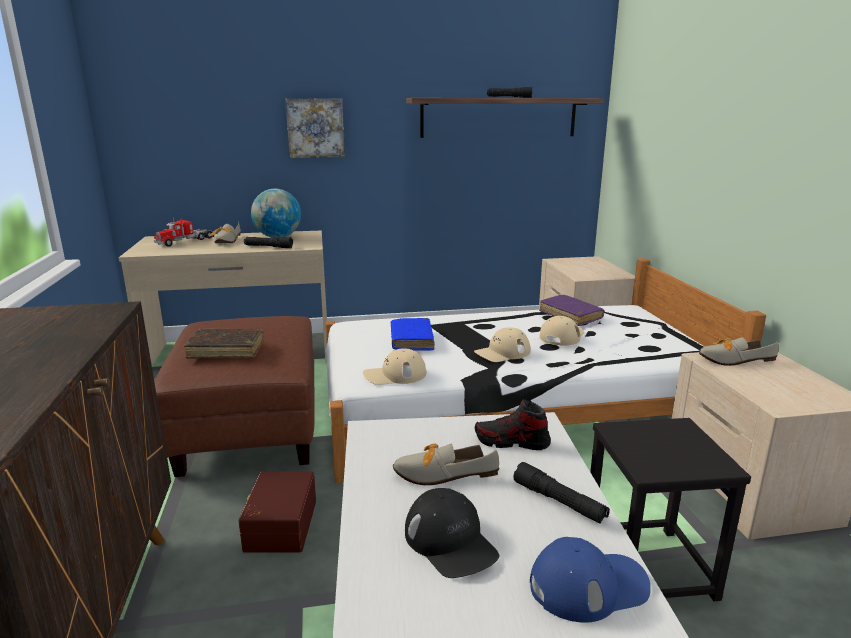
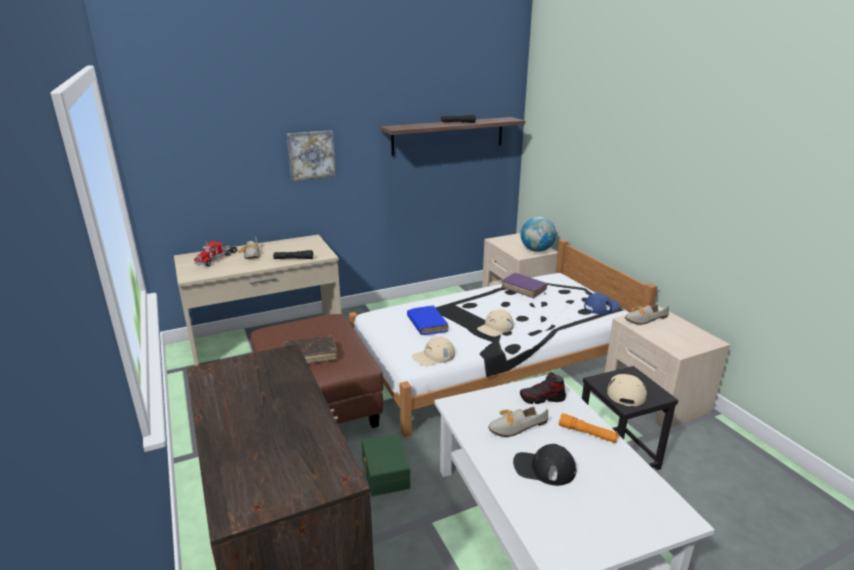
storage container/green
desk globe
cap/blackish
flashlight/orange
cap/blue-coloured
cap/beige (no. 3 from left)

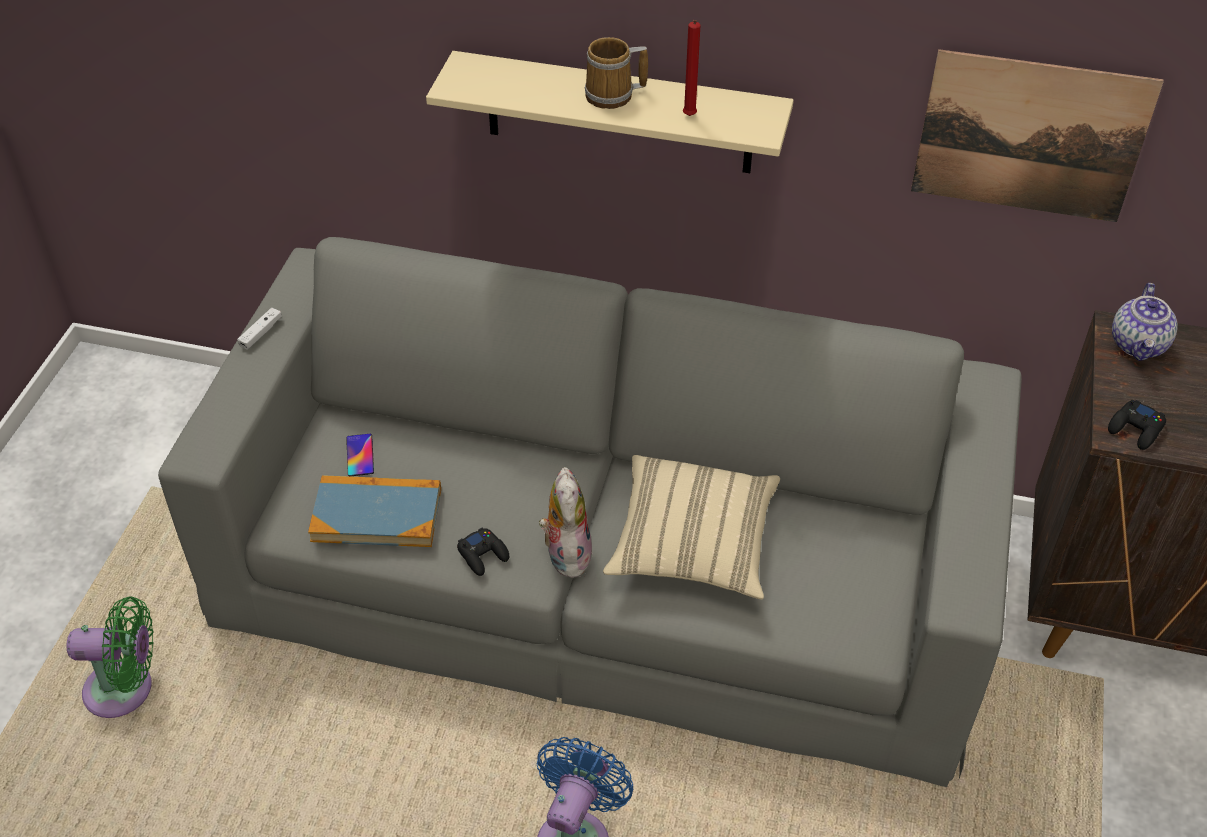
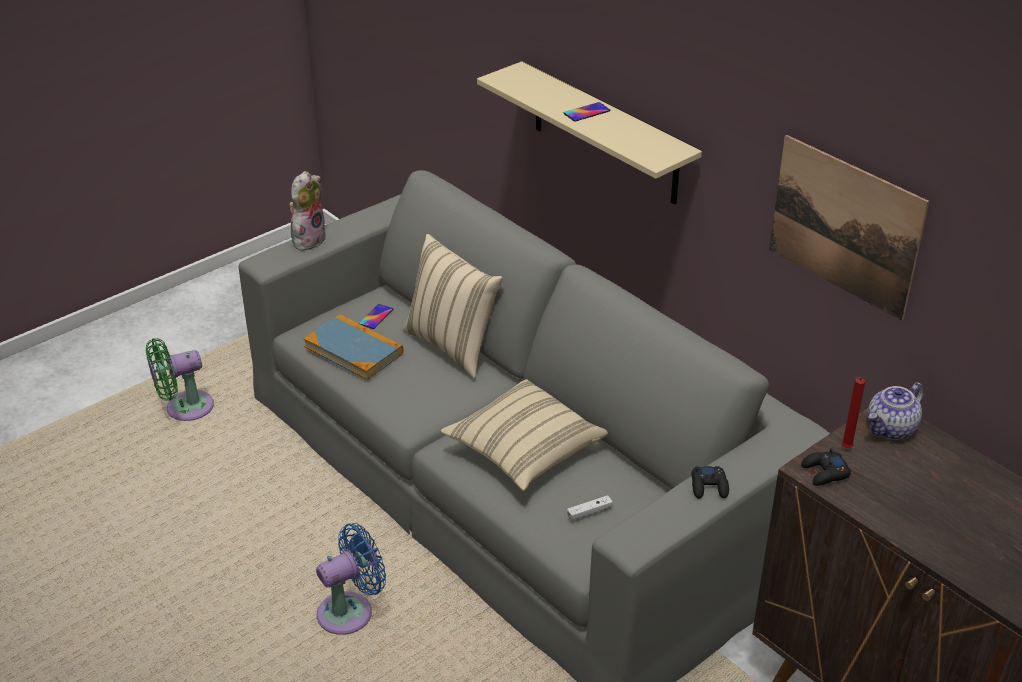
cooling fan/green
game controller/white
game controller/blackish (no. 1 from left)
soft toy
phone (no. 2 from left)
wax candle/red
throw pillow/beige (no. 1 from left)

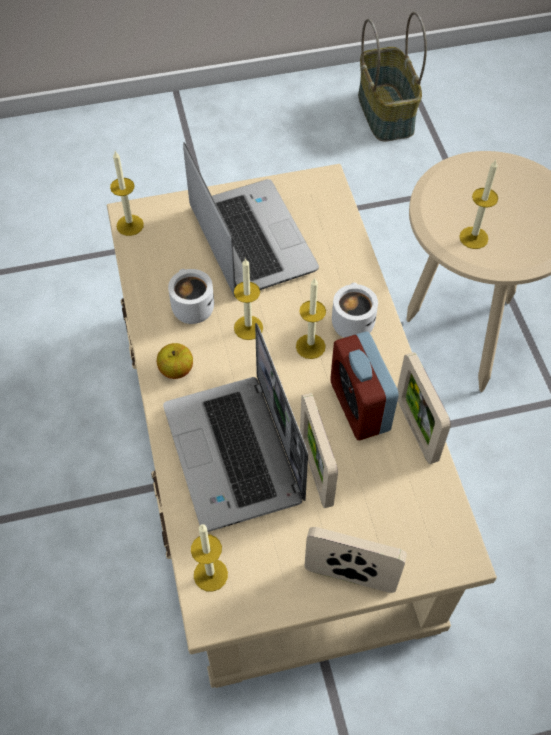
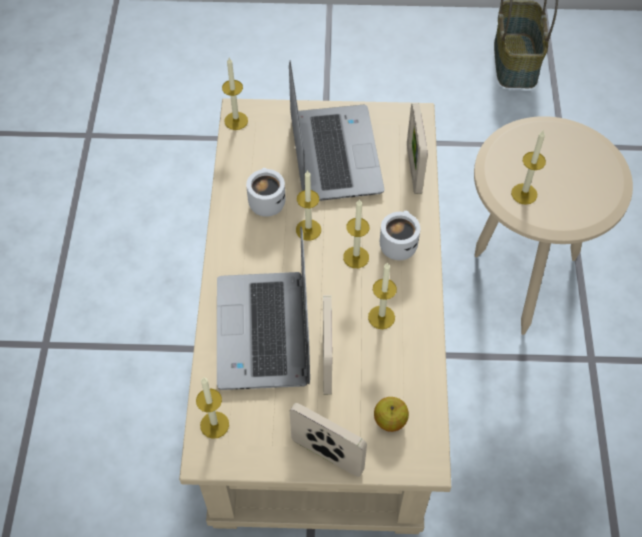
apple fruit
wax candle (no. 5 from left)
standing frame (no. 3 from left)

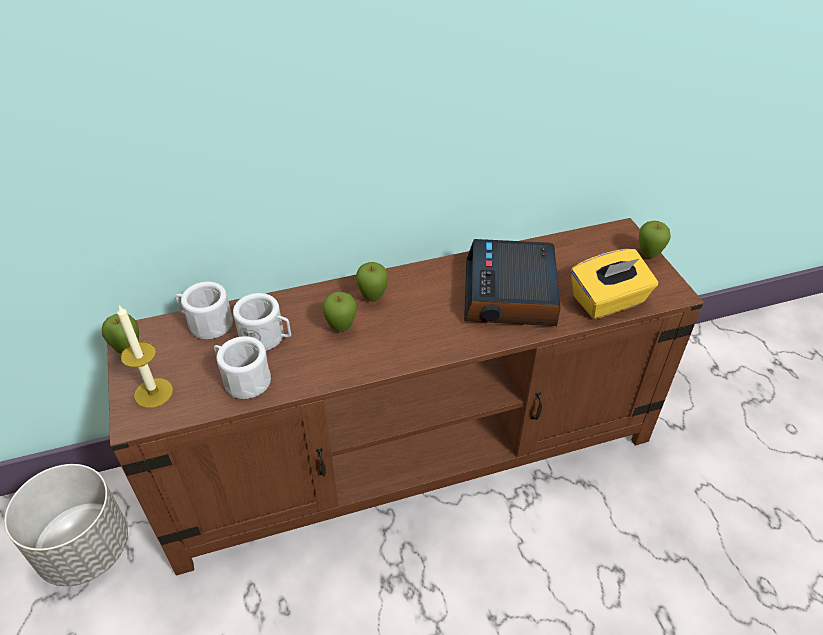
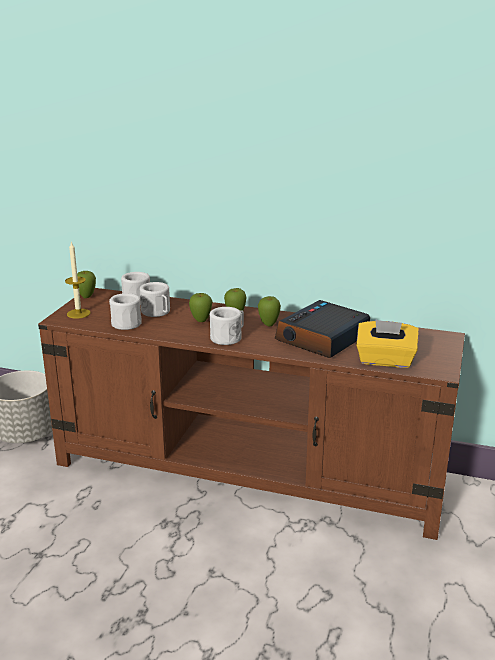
apple fruit (no. 4 from left)
tea mug/white (no. 4 from left)

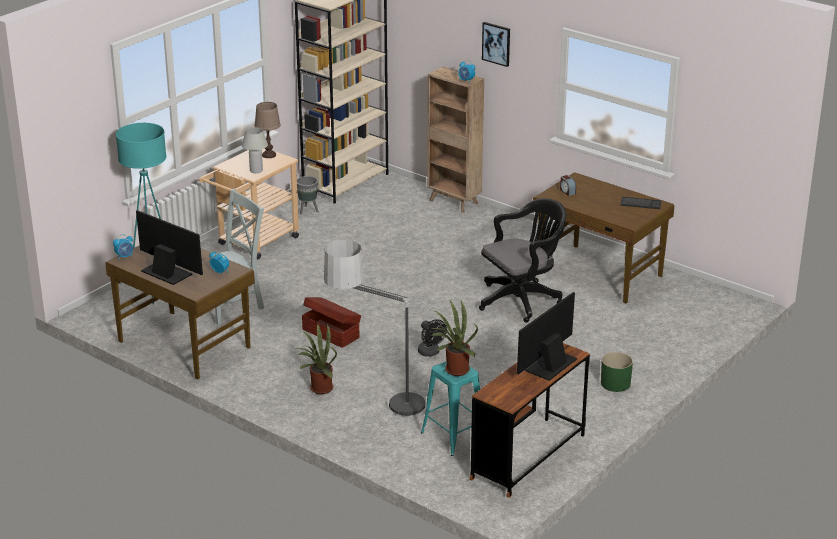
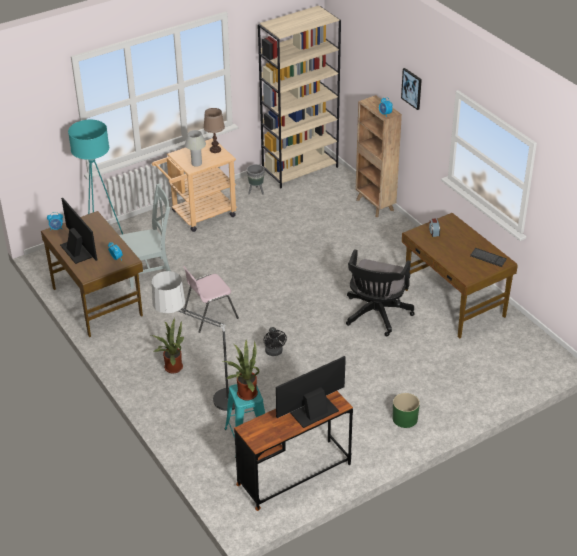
upright chair/pink
desk chair/blackish

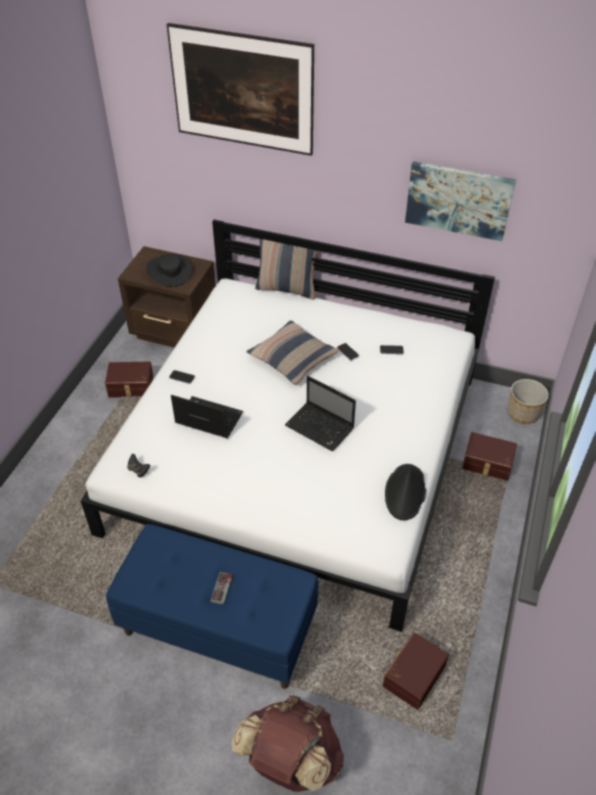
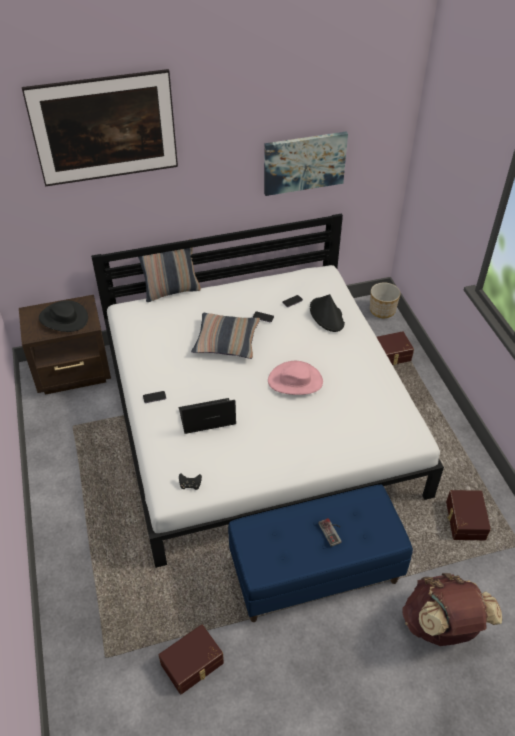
storage container/brown (no. 1 from left)
clothing hat/pink
clothing hat/blackish (no. 2 from left)

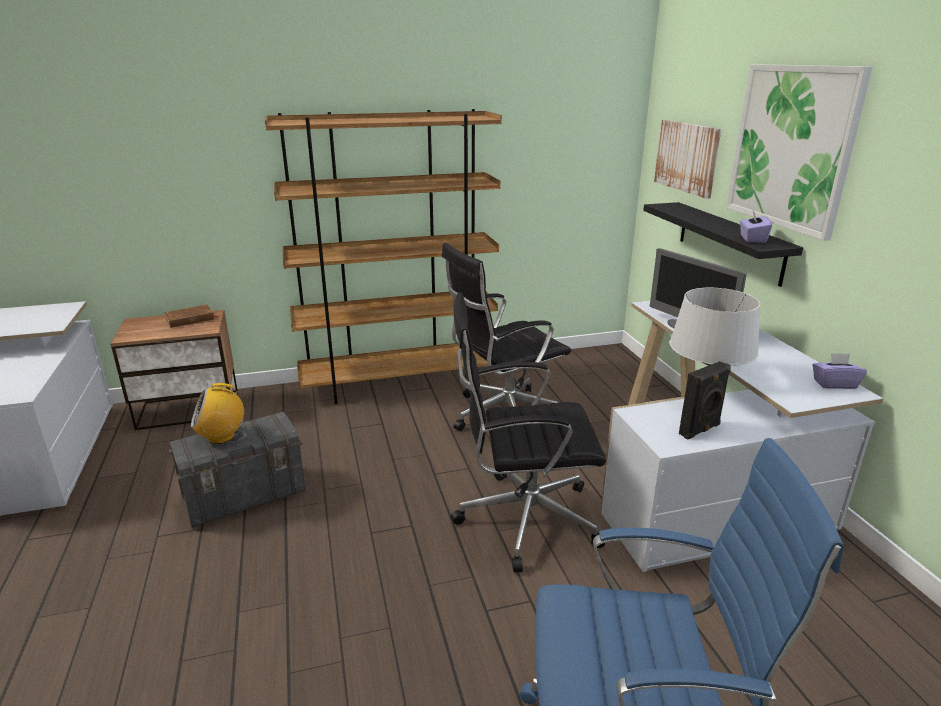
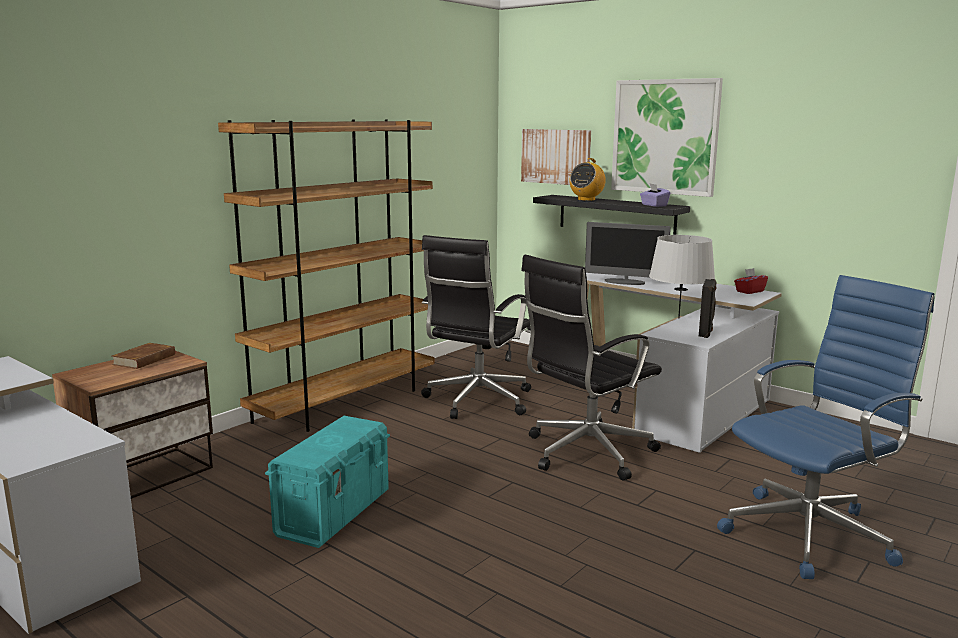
storage container/turquoise-coloured
radio receiver
tissue holder/red

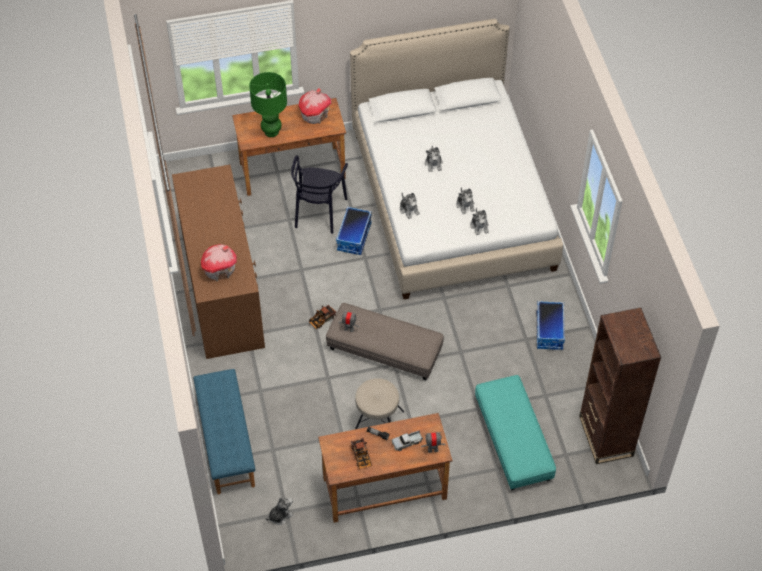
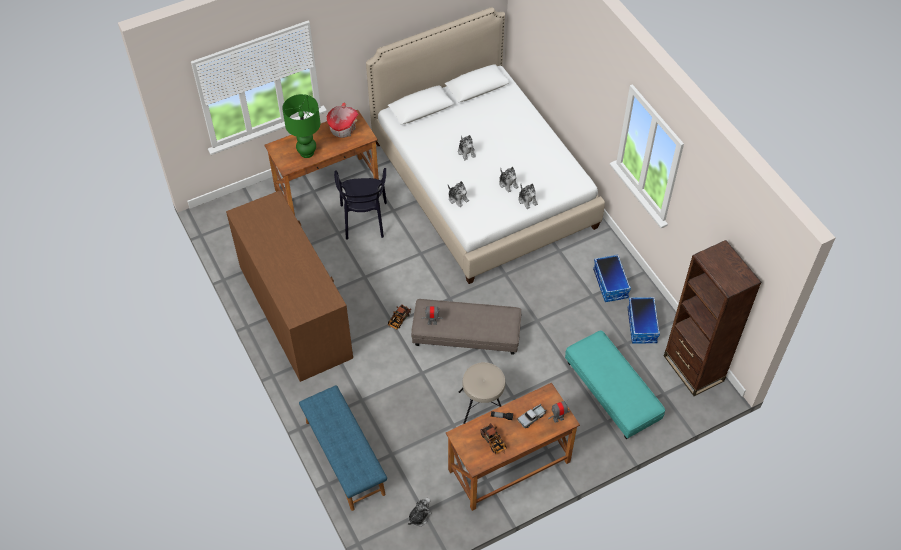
toy house (no. 1 from left in the first image)
storage container (no. 2 from left)

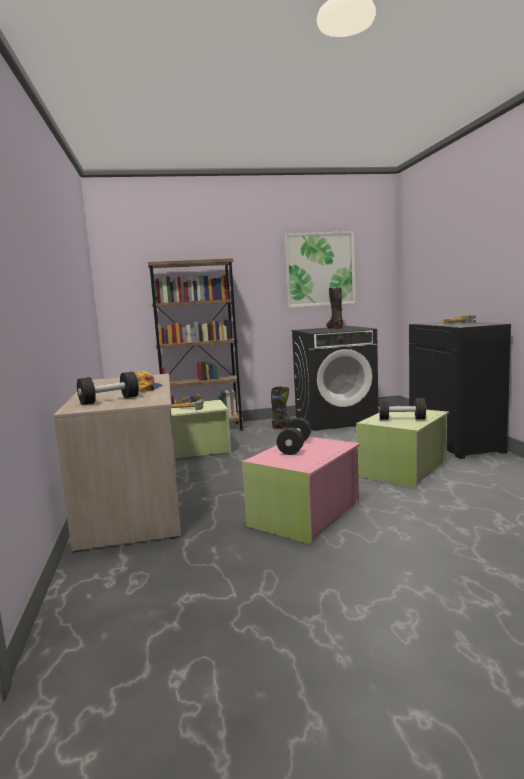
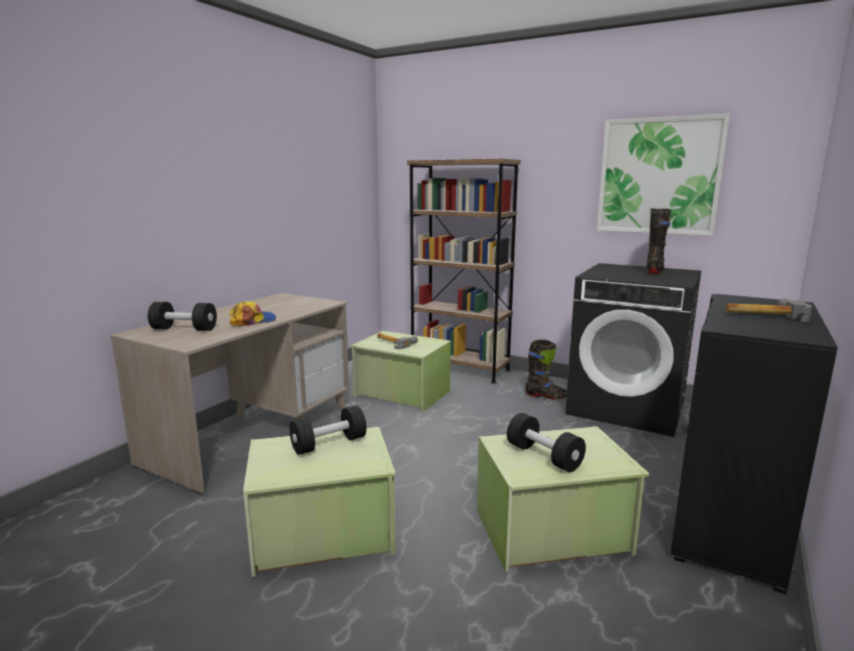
storage container/green (no. 1 from left)

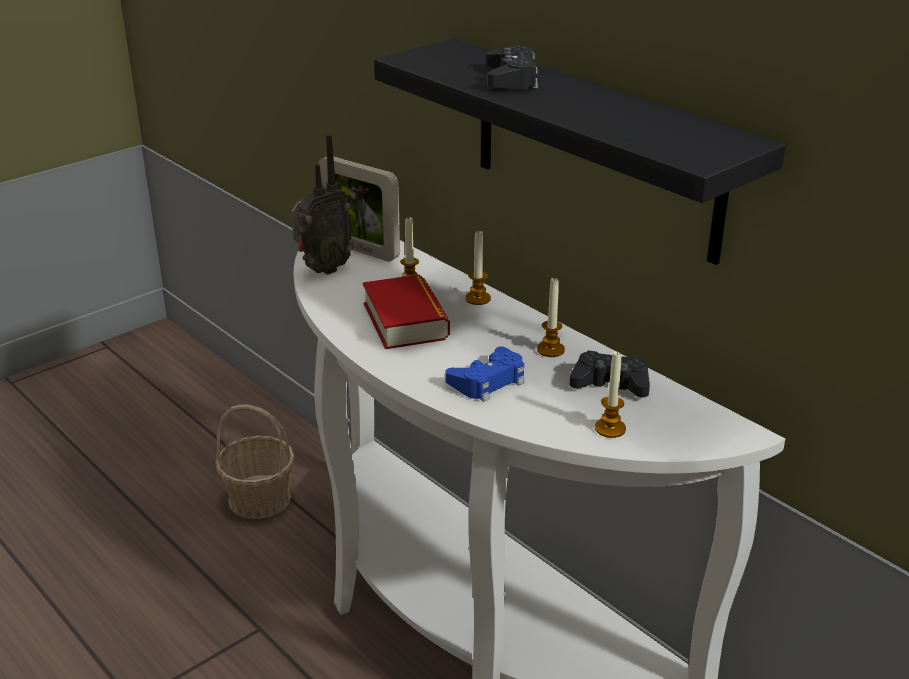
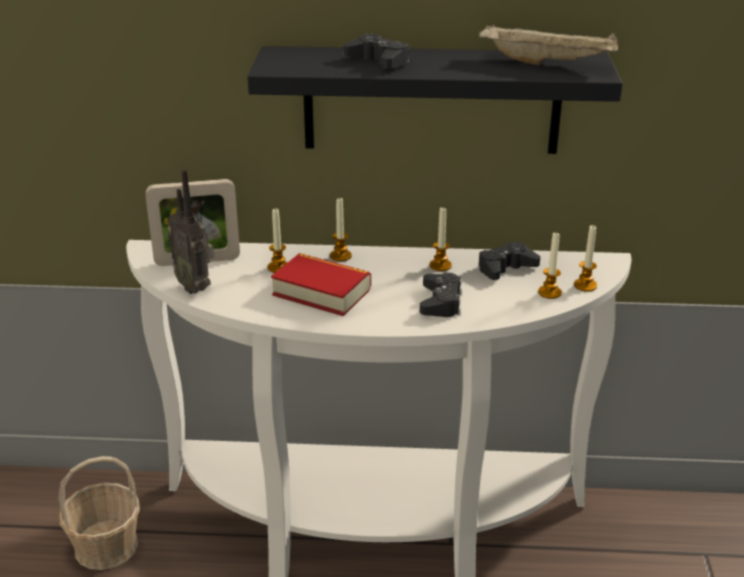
radio receiver
game controller/blackish (no. 2 from left)
serving tray/beige
wax candle (no. 5 from left)

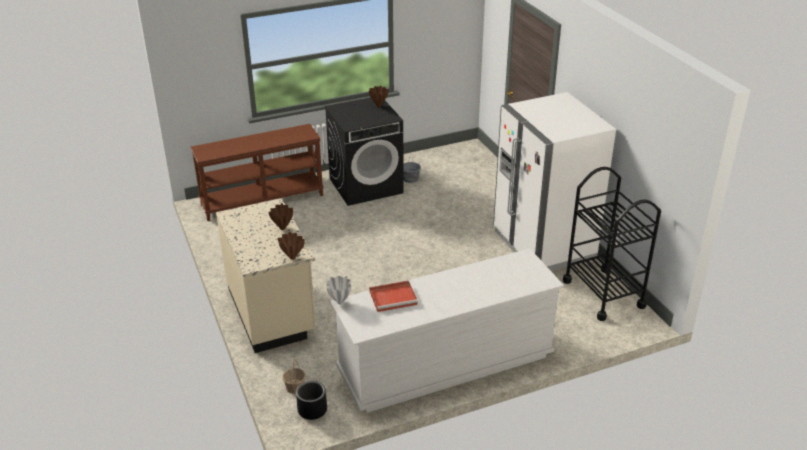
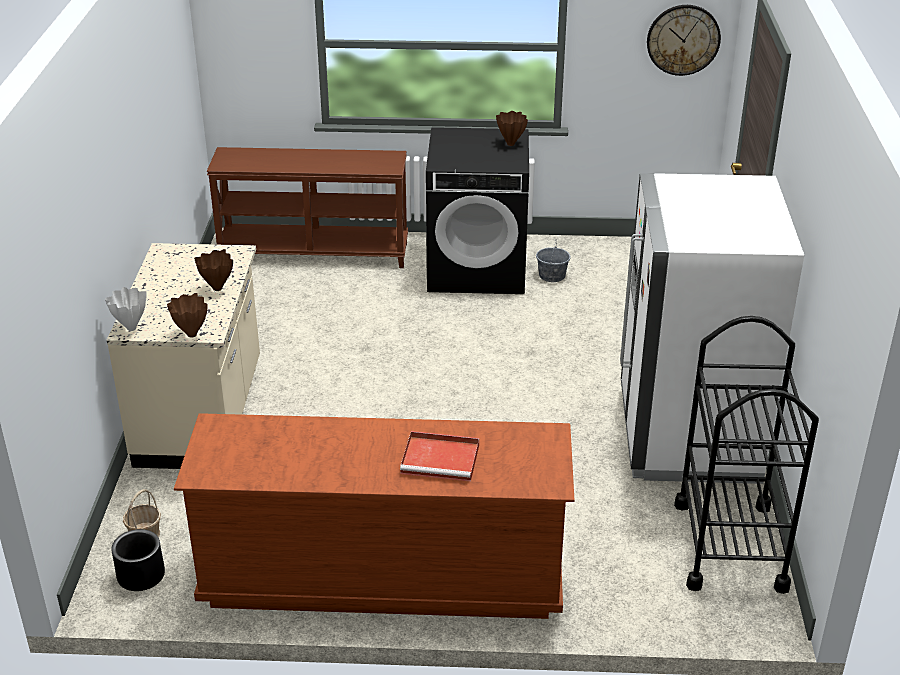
decorative vase/white
dresser/brown
serving tray/red
clock on the wall

